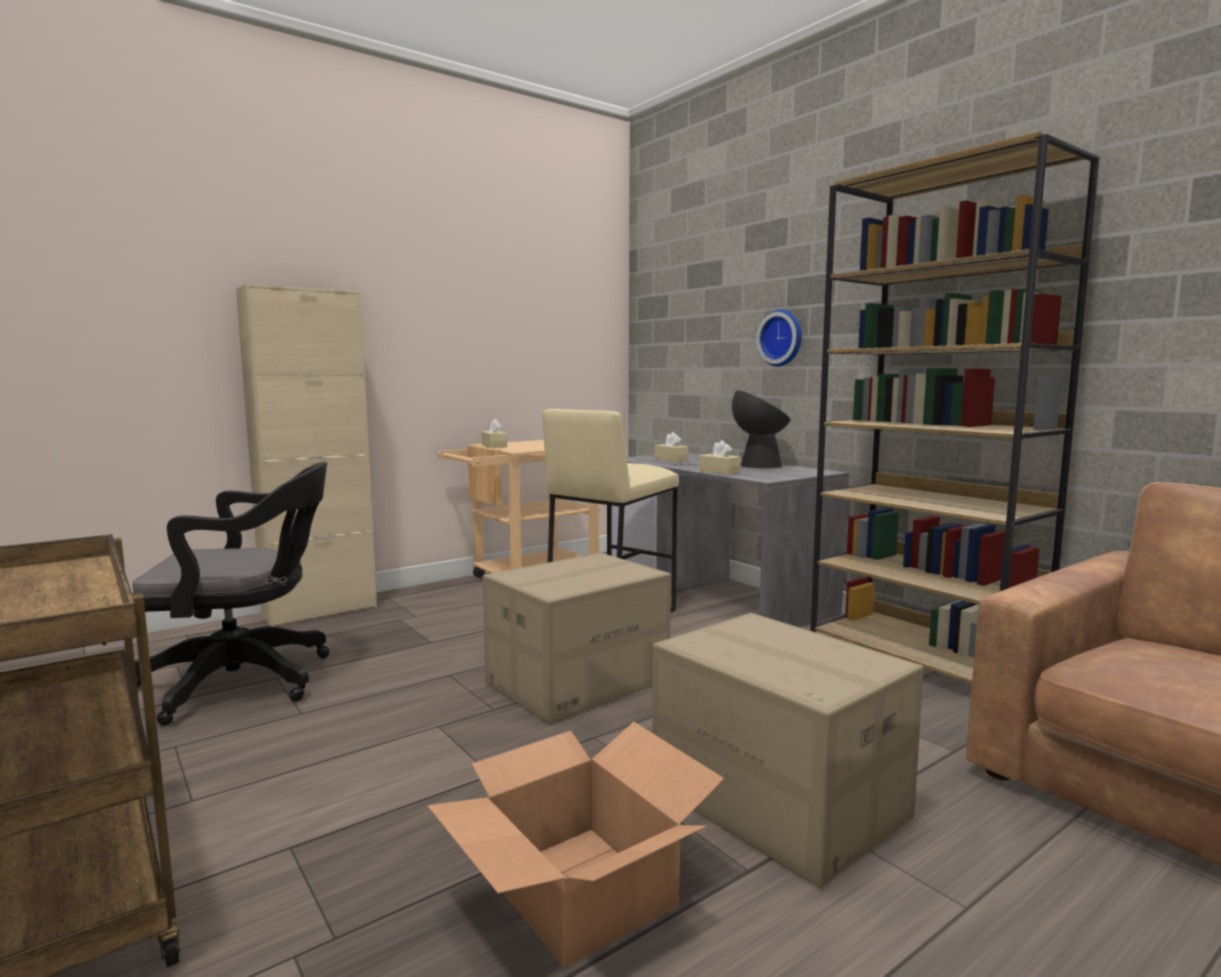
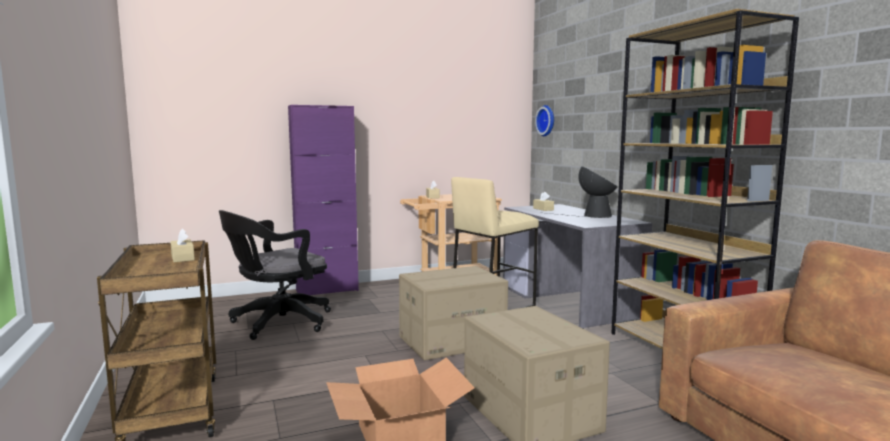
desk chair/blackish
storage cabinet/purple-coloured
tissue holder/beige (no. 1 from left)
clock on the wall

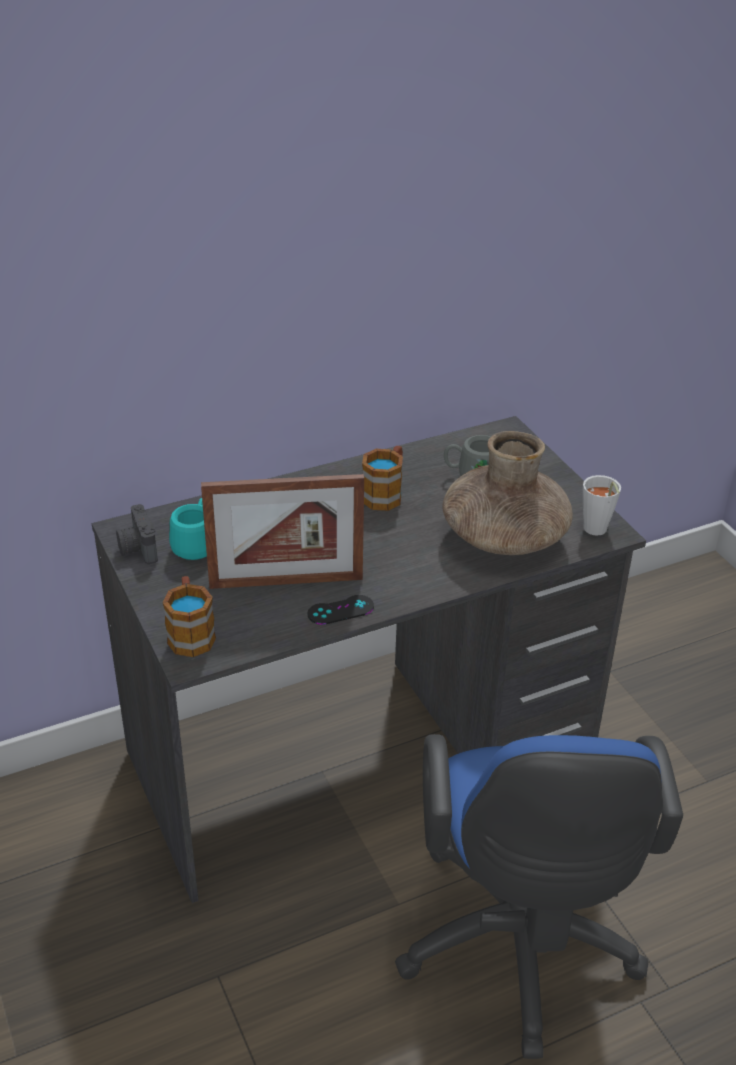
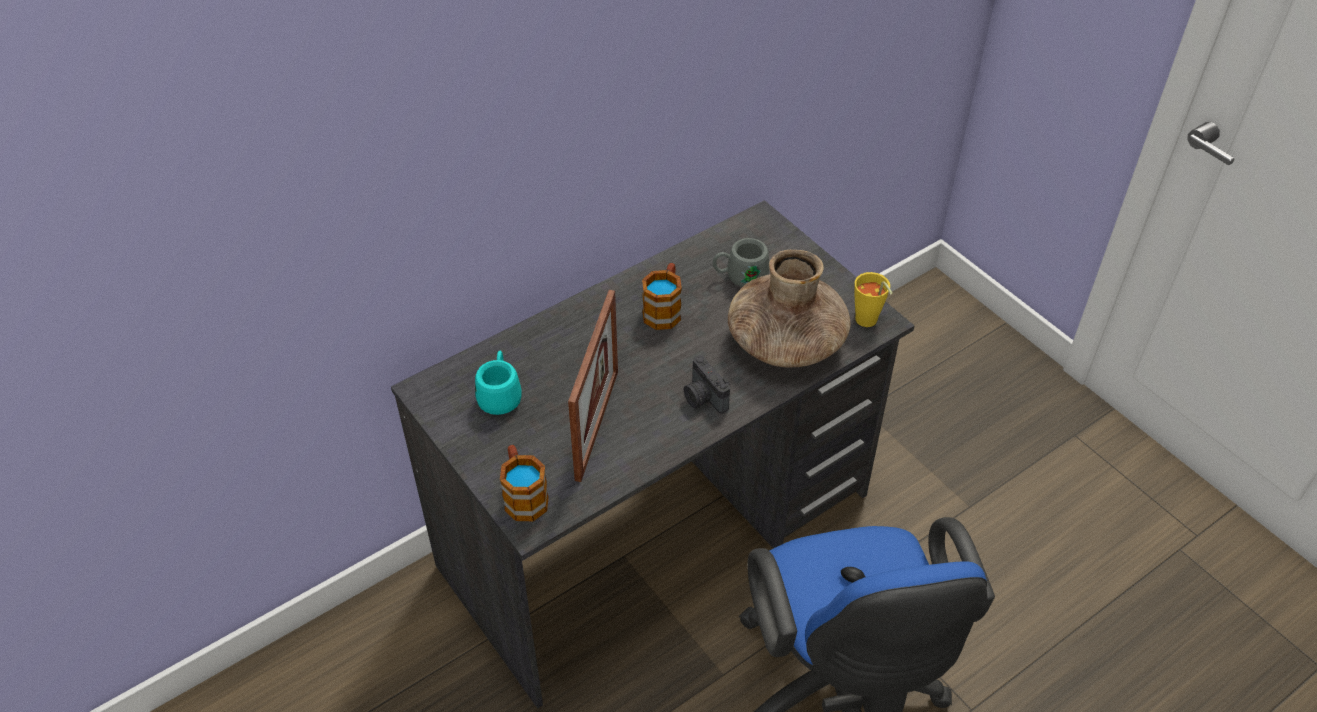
photo camera
standing frame
game controller/blackish
small cup/yellow

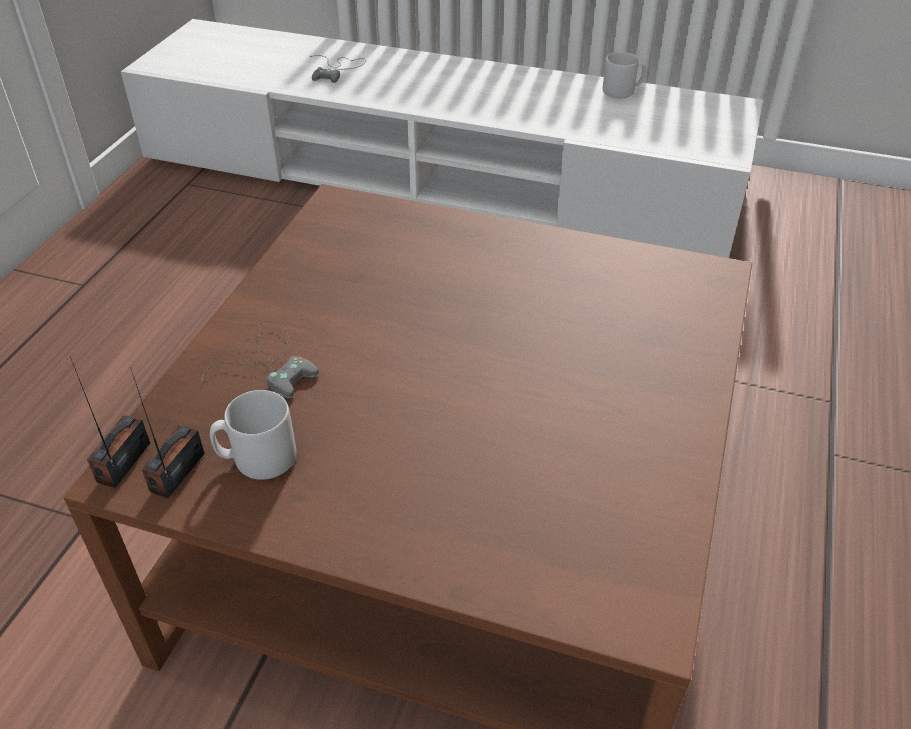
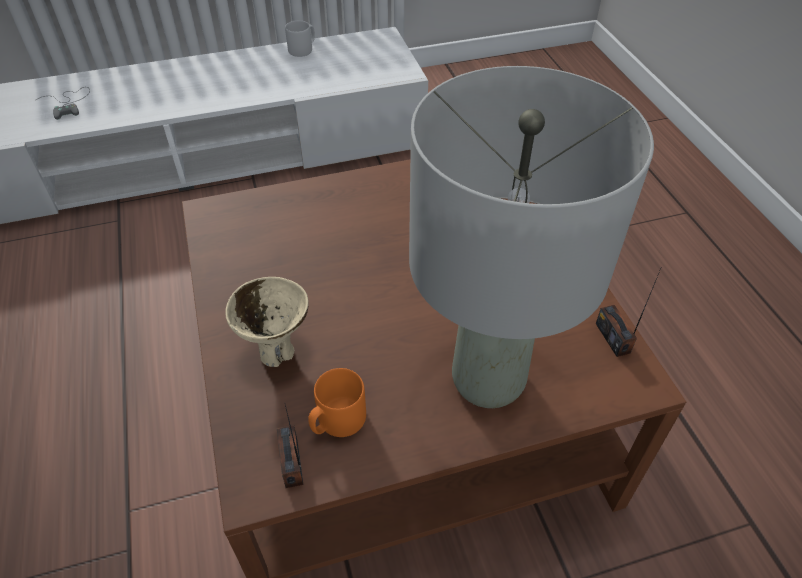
radio receiver (no. 2 from left)
serving bowl/beige
tea mug/orange
table lamp/gray

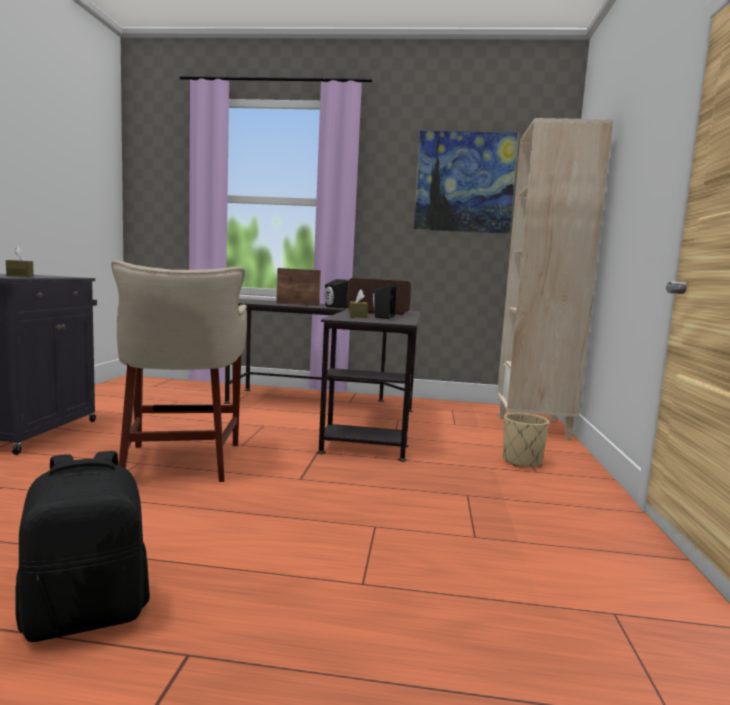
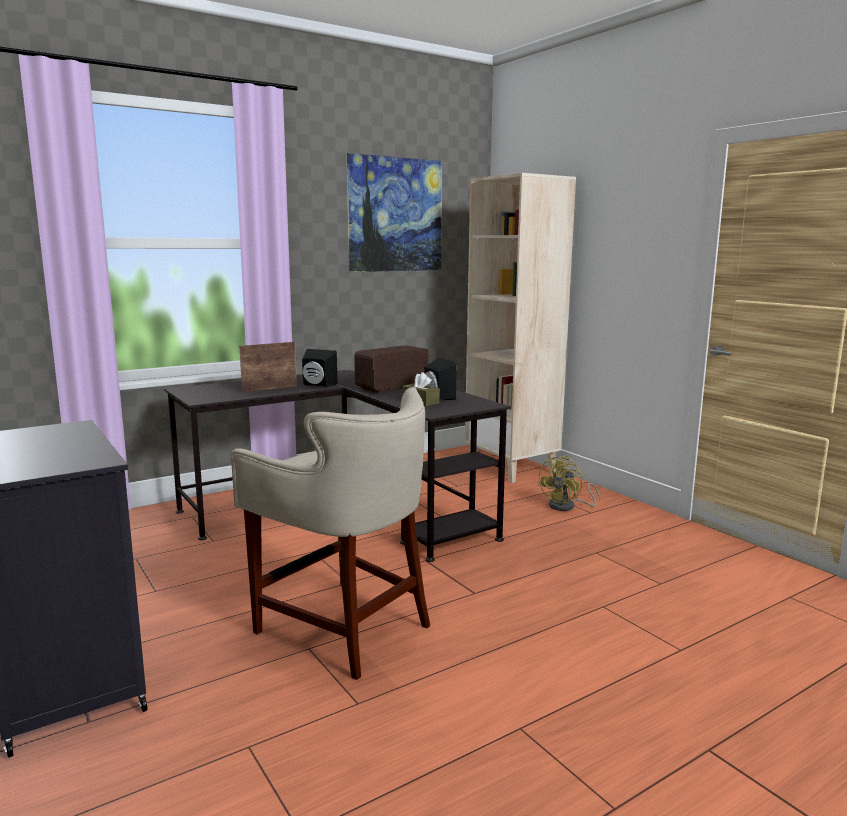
tissue holder/brown (no. 1 from left in the first image)
knapsack/blackish
cooling fan/yellow

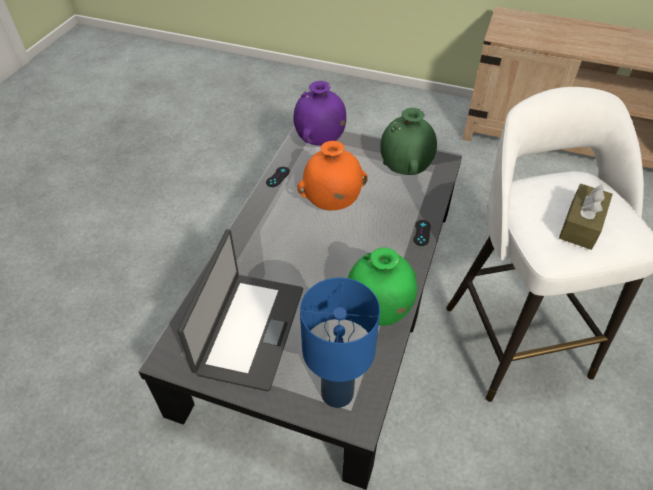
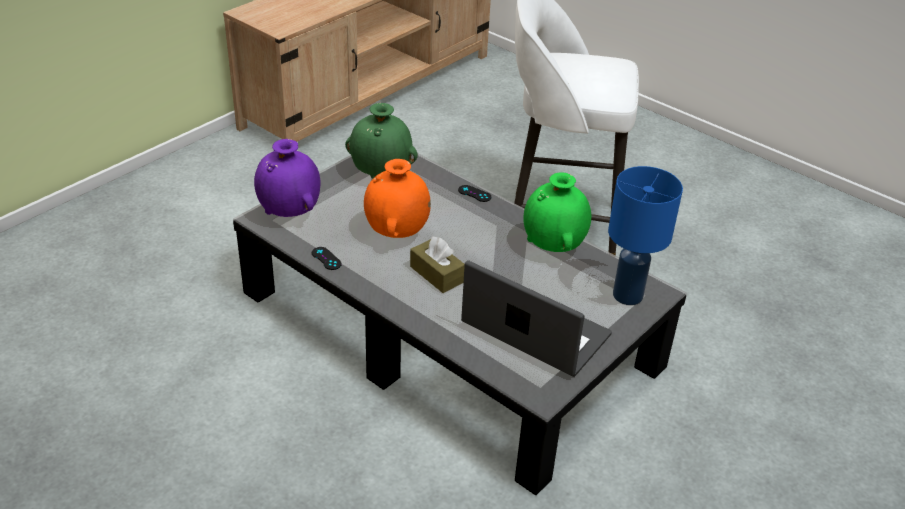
tissue holder/brown

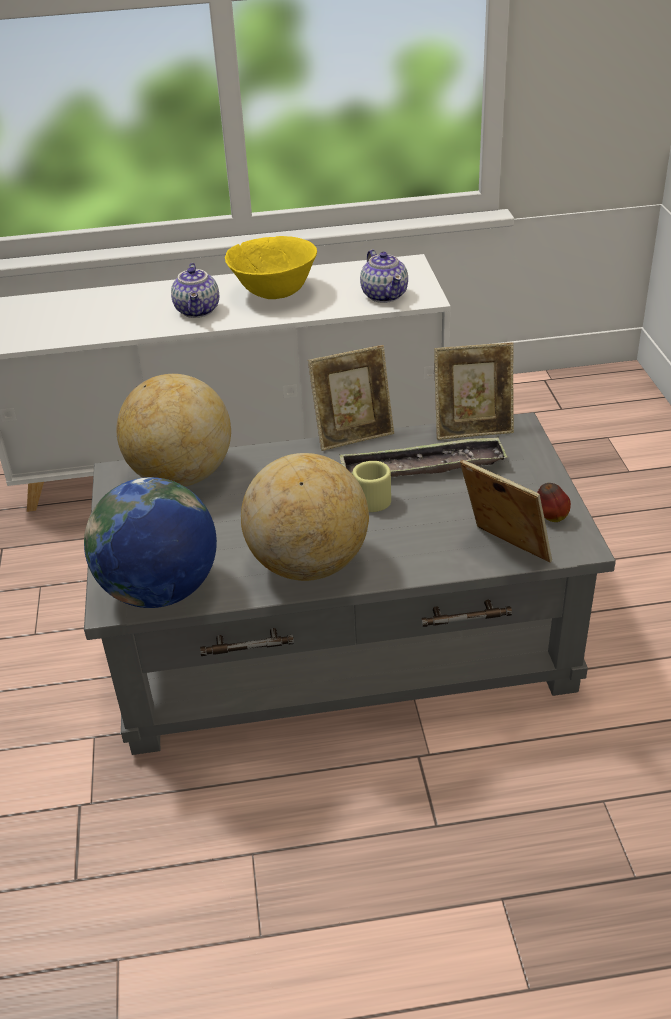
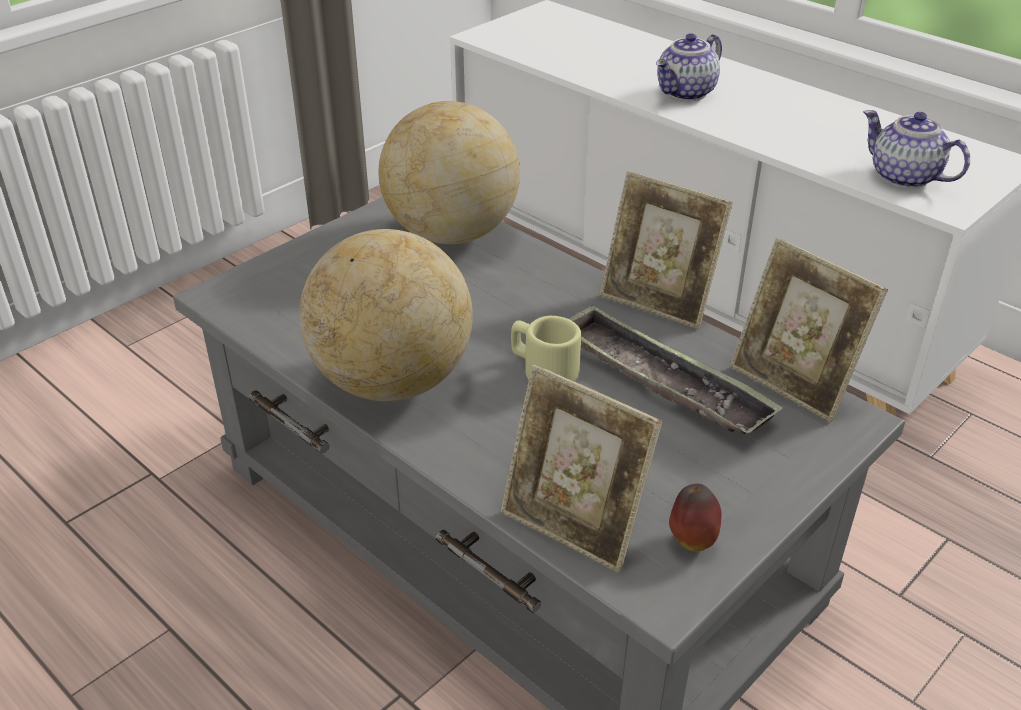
desk globe (no. 1 from left in the first image)
serving bowl/yellow
teapot (no. 2 from left)
standing frame (no. 1 from left)

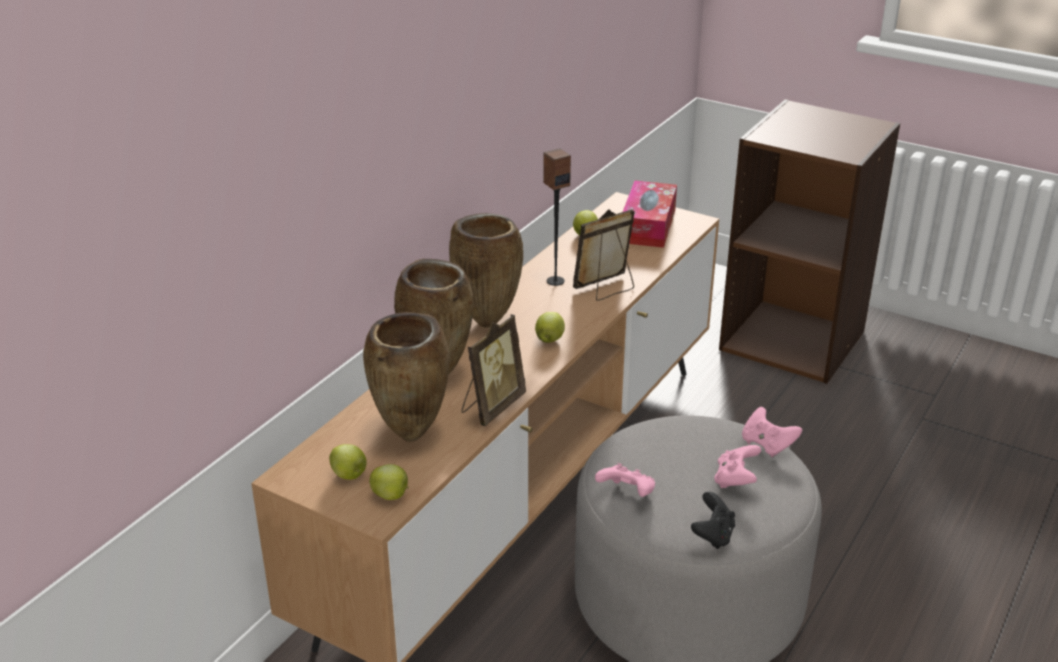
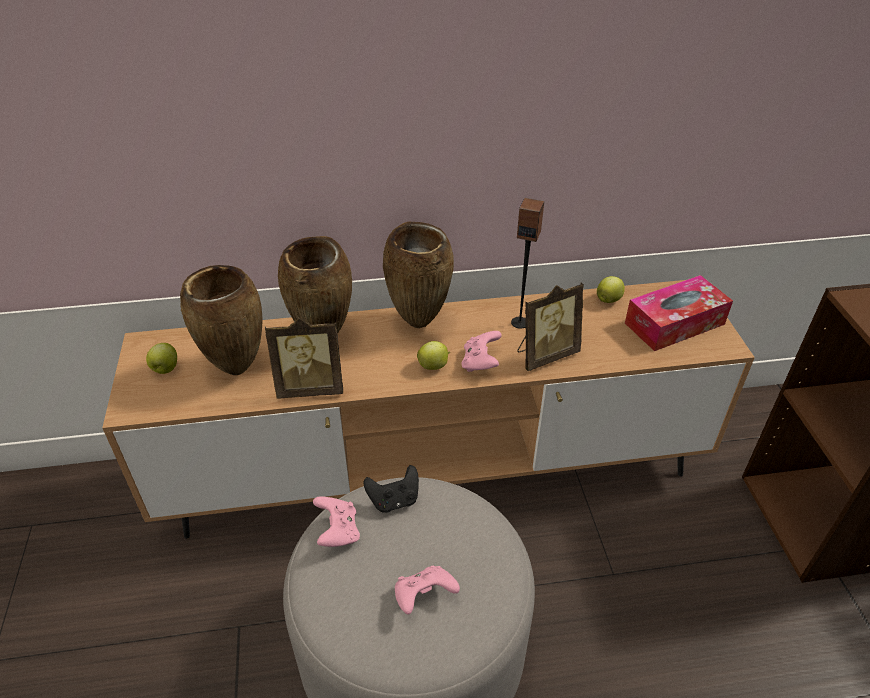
apple fruit (no. 2 from left in the first image)
standing frame (no. 2 from left)
game controller/blackish
game controller/pink (no. 3 from left)

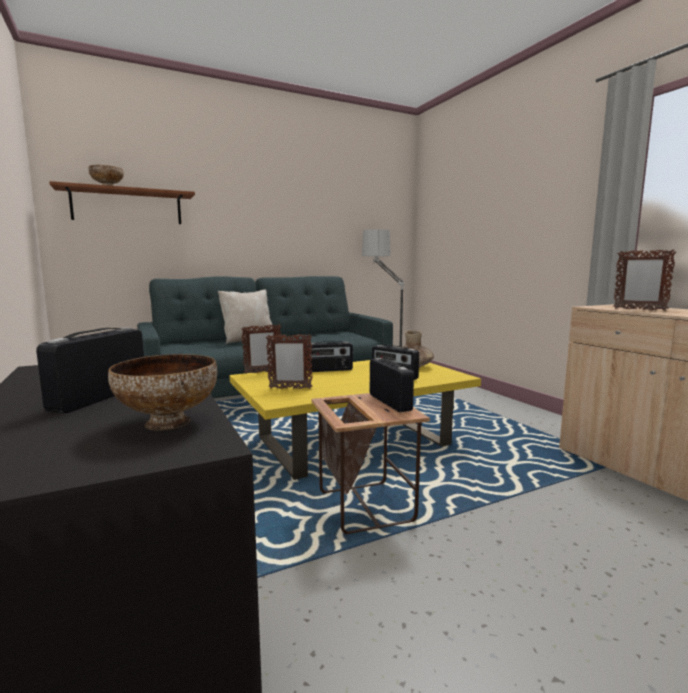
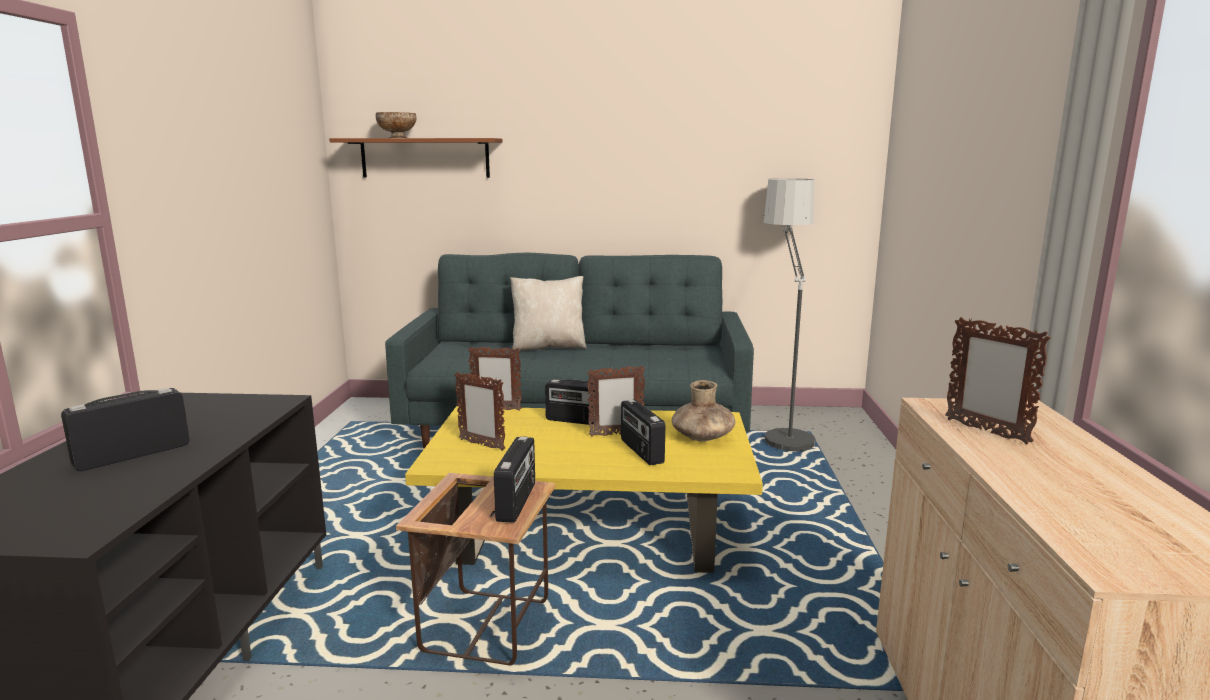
serving bowl (no. 2 from left in the first image)
standing frame (no. 3 from left)

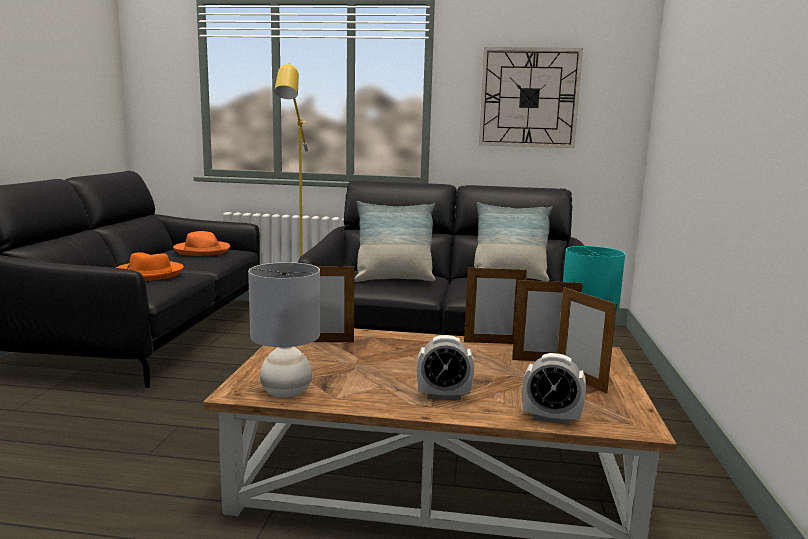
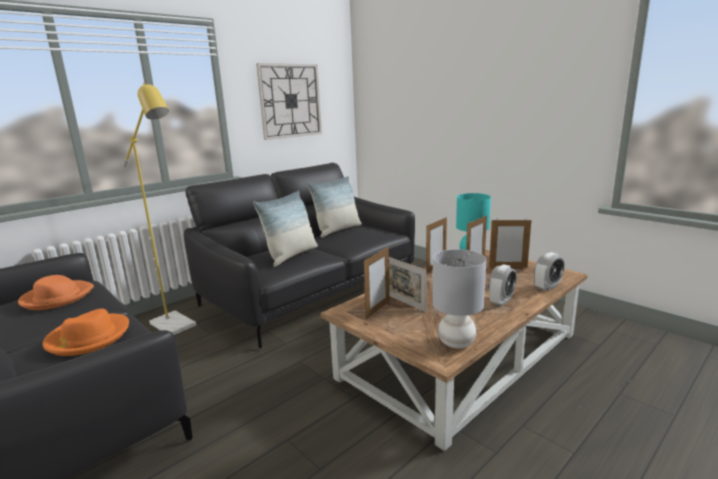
standing frame (no. 2 from left)

